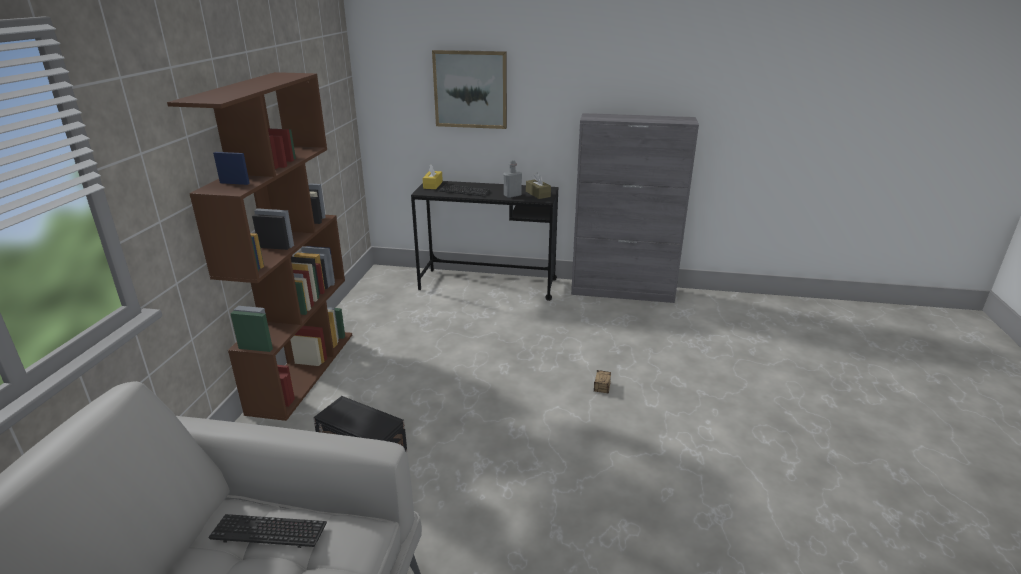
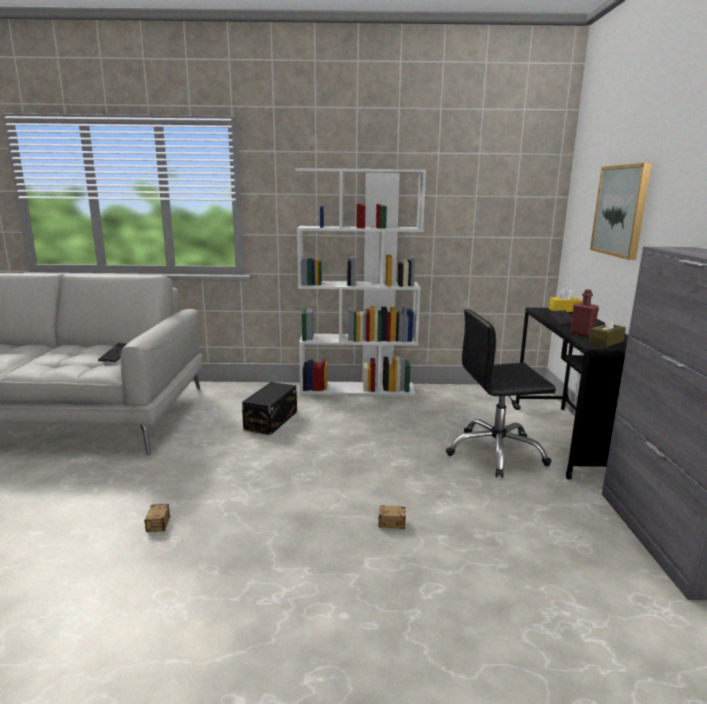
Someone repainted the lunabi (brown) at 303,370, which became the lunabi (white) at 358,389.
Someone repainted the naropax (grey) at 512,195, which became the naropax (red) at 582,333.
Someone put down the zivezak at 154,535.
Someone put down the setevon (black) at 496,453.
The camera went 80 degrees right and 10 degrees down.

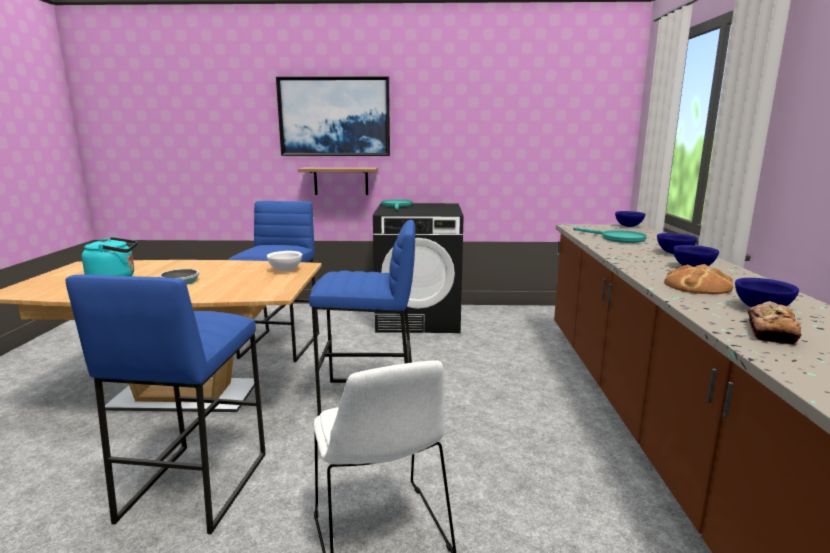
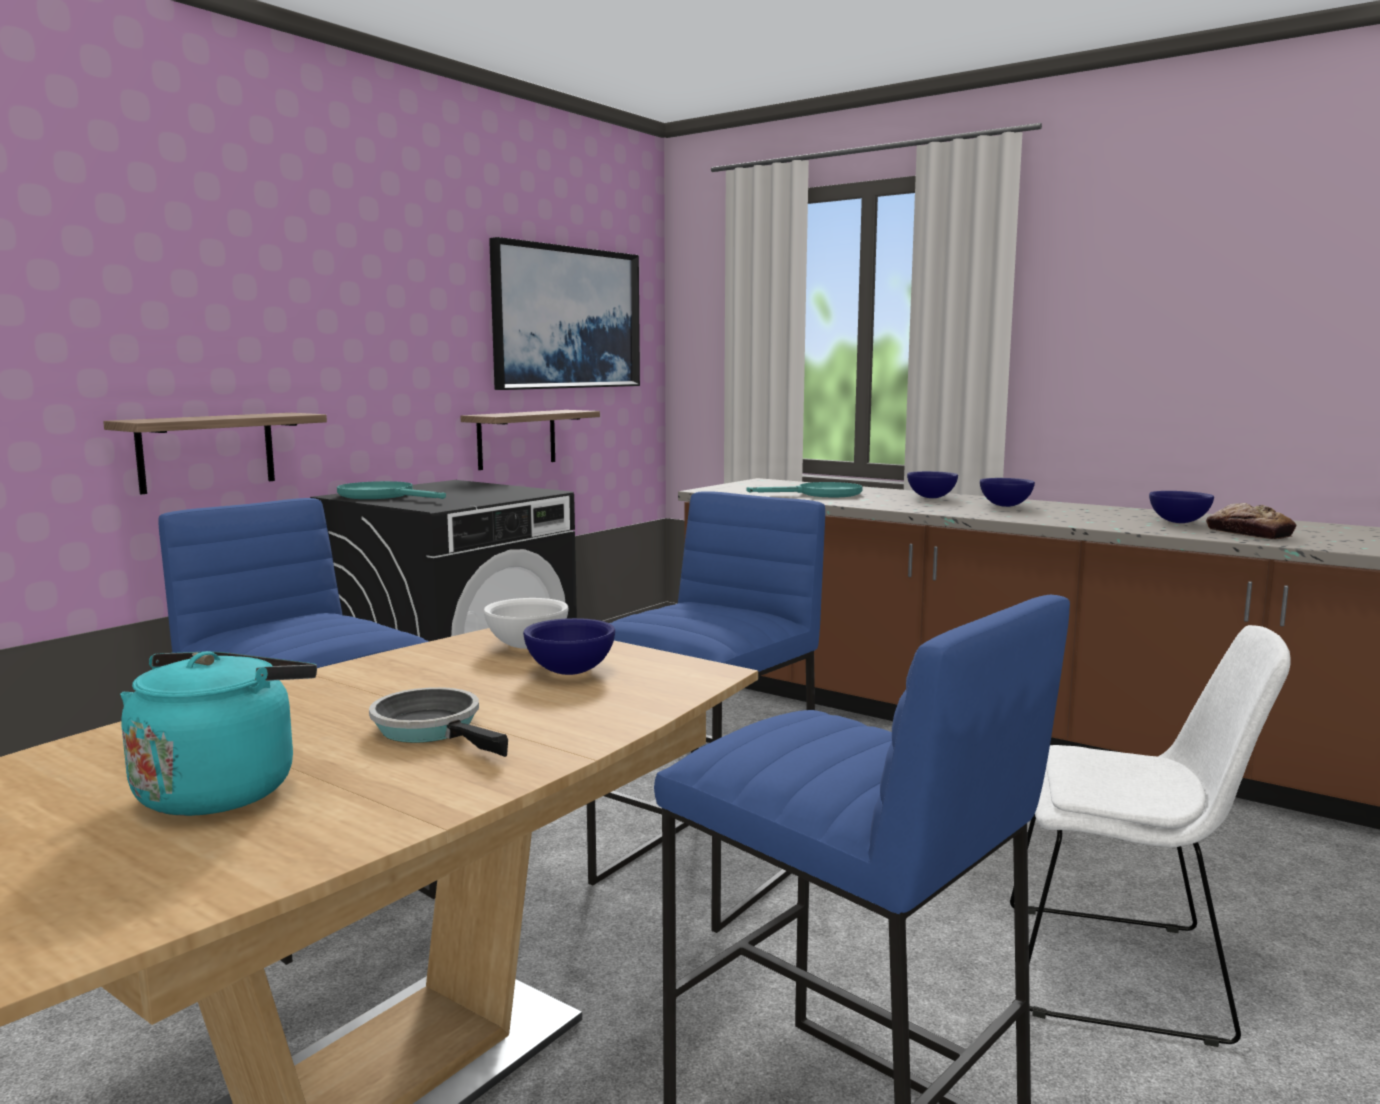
Someone carried the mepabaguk from 334,117 to 566,318.
Someone carried the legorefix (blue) from 628,226 to 569,671.
Someone took away the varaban at 697,286.
Someone put up the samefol at 516,439.
The camera went 55 degrees left and 5 degrees down.

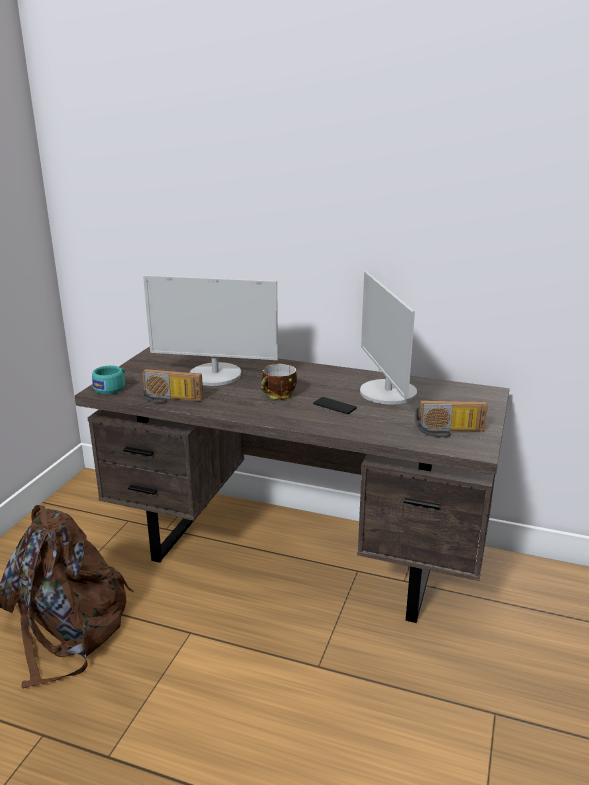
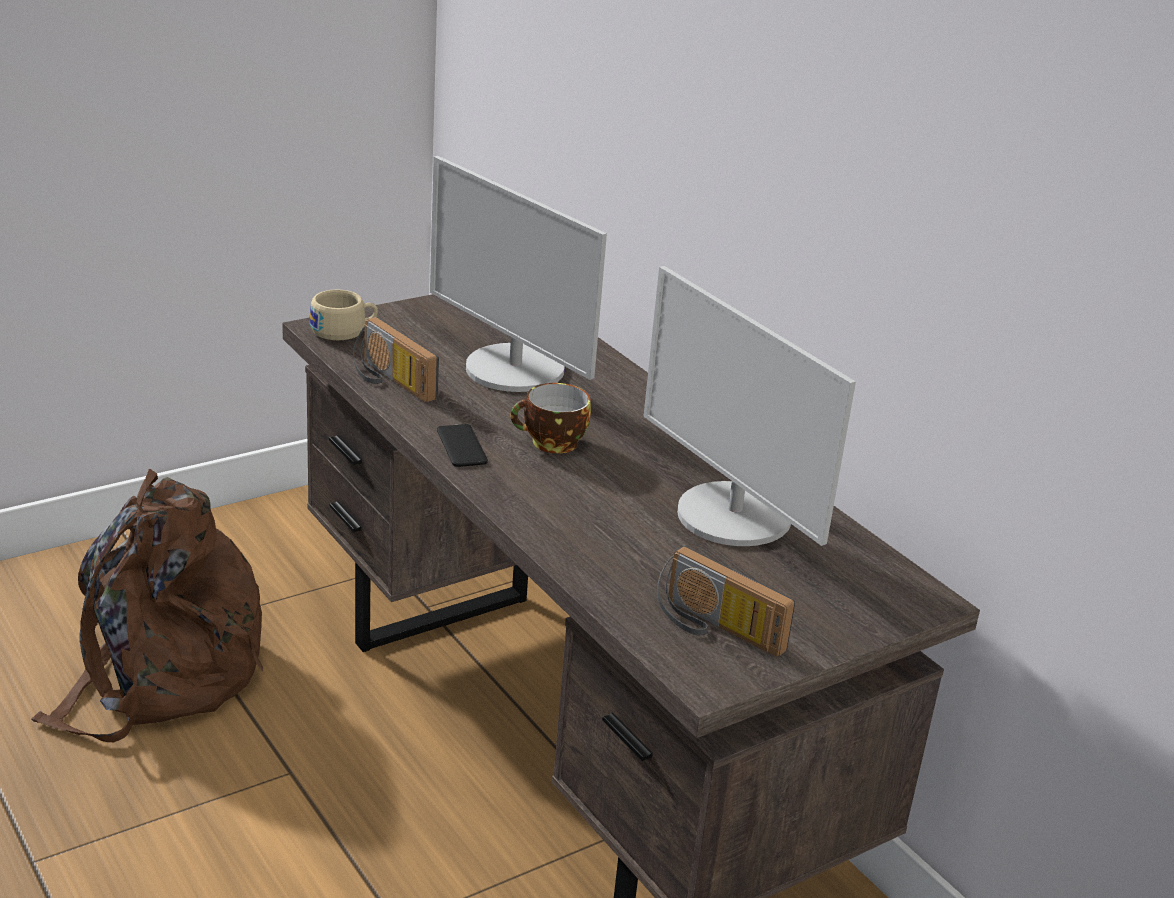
Someone repainted the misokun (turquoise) at 112,388, which became the misokun (beige) at 344,330.
Someone carried the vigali from 334,406 to 461,446.
Someone rotated the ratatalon at 387,393 by 60 degrees counterclockwise.
The camera went 35 degrees right and 5 degrees up.

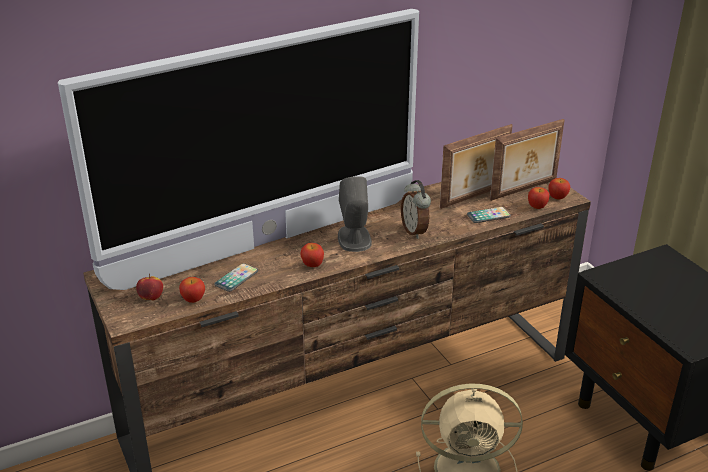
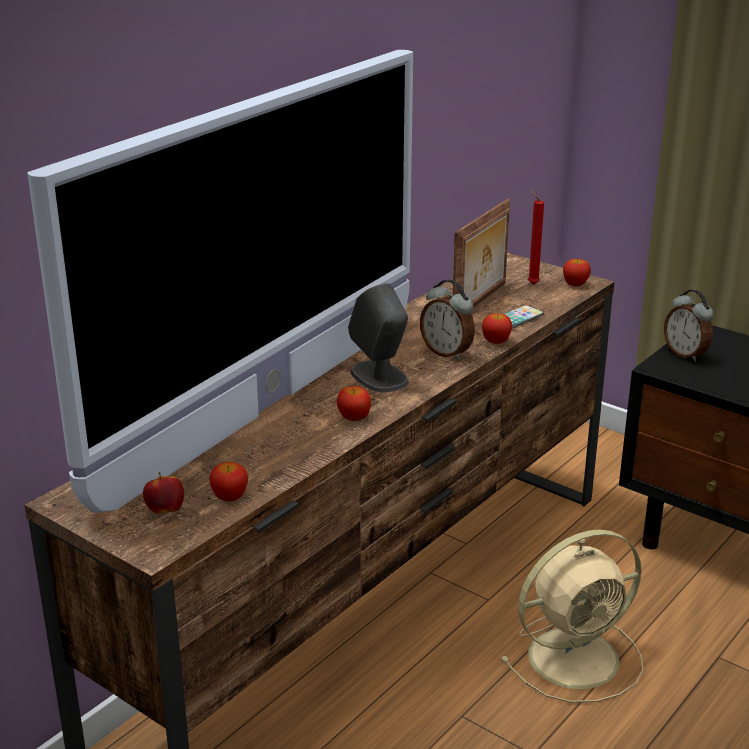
Someone took away the vigali at 236,278.
Someone swapped the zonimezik at 524,190 for the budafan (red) at 531,284.
Someone carried the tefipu from 537,206 to 496,341.
Someone put down the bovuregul at 685,354.
The camera went 25 degrees left and 5 degrees down.

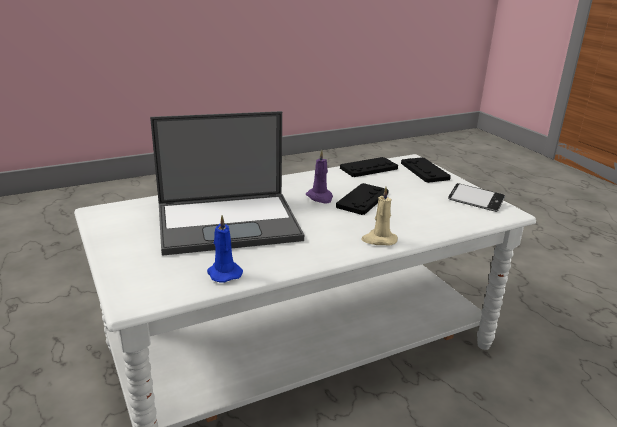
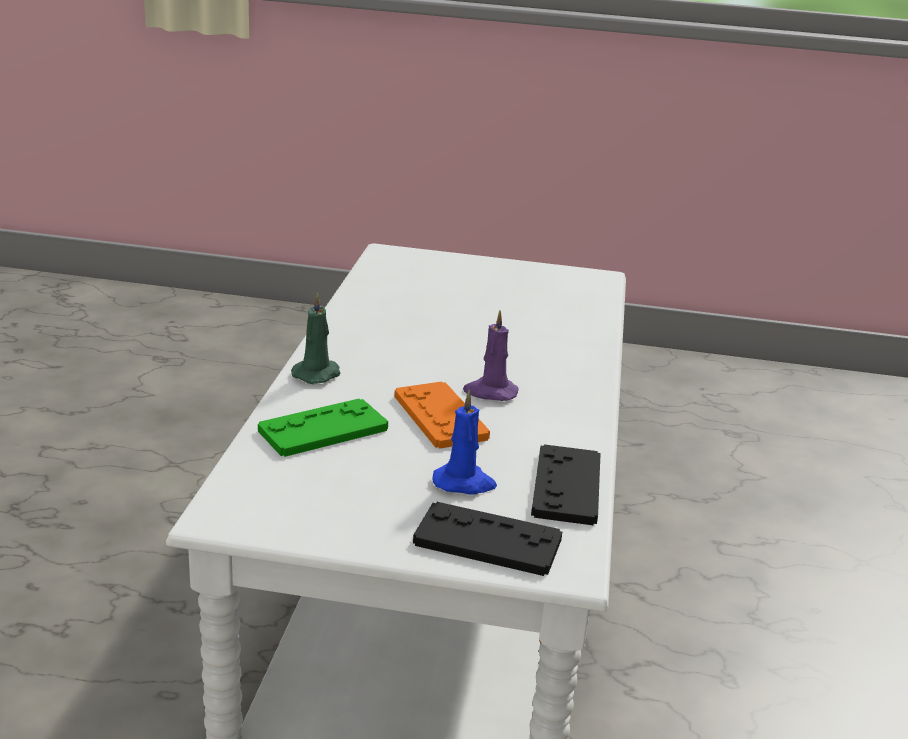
Someone took away the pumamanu at 229,222.
Someone carried the budafan (blue) from 223,273 to 464,483.
Someone repainted the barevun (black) at 362,200, which became the barevun (orange) at 440,417.
Someone repainted the budafan (beige) at 379,240, which became the budafan (green) at 318,374.
Someone took away the vigali at 475,201.
Someone put down the barevun (green) at 323,430.
The camera went 125 degrees right and 0 degrees up.

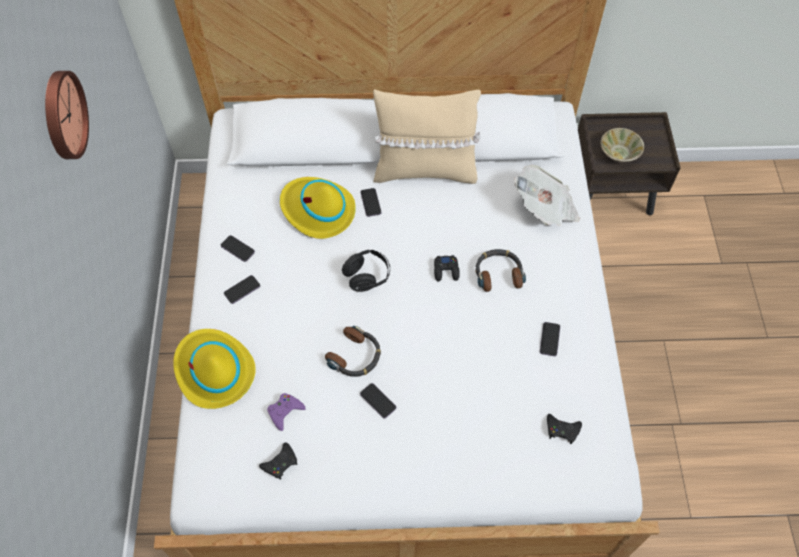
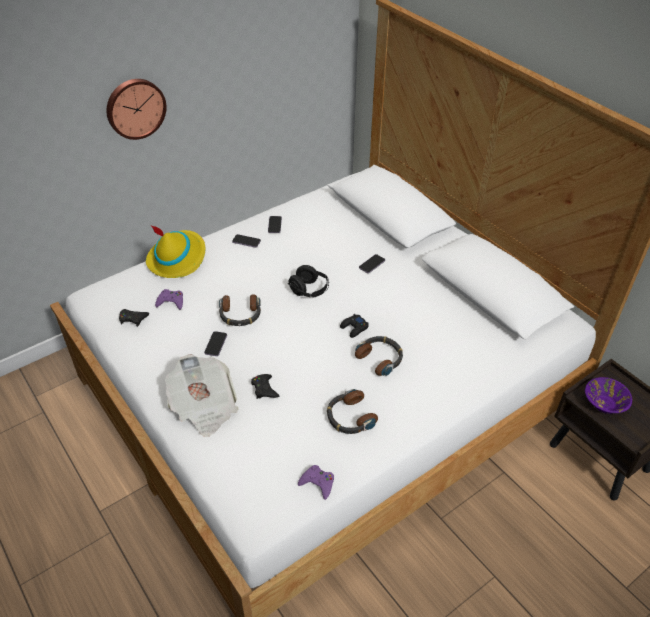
Someone carried the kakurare from 62,115 to 135,108.
Someone took away the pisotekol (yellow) at 317,210.
Someone took away the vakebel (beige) at 425,170.
Someone carried the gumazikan from 545,208 to 204,407.
Someone swapped the vigali at 549,339 for the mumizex at 349,417.
Someone carried the barevun (black) from 562,430 to 264,389.
Someone repainted the legorefix (beige) at 618,153, which became the legorefix (purple) at 604,404.
Someone put down the barevun (purple) at 318,483.
The camera went 55 degrees right and 15 degrees down.

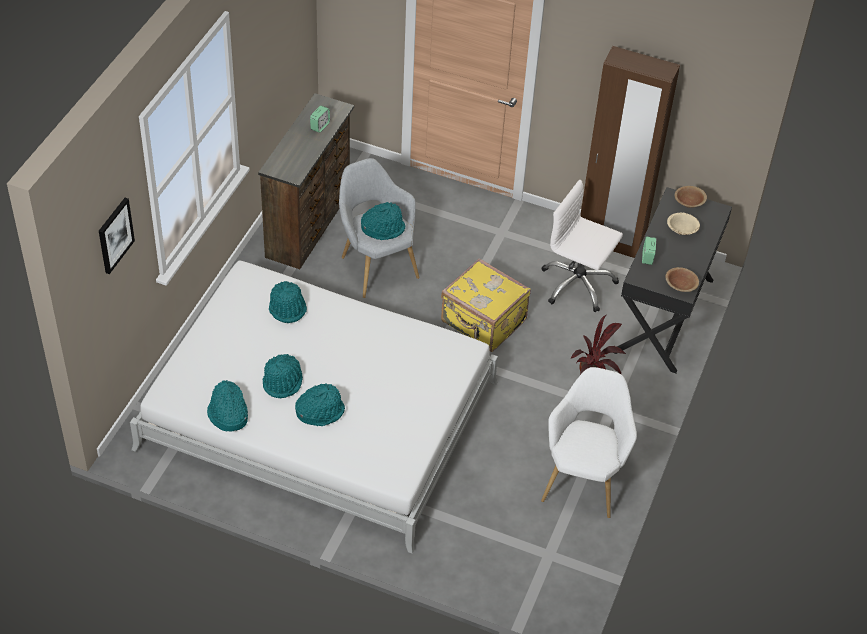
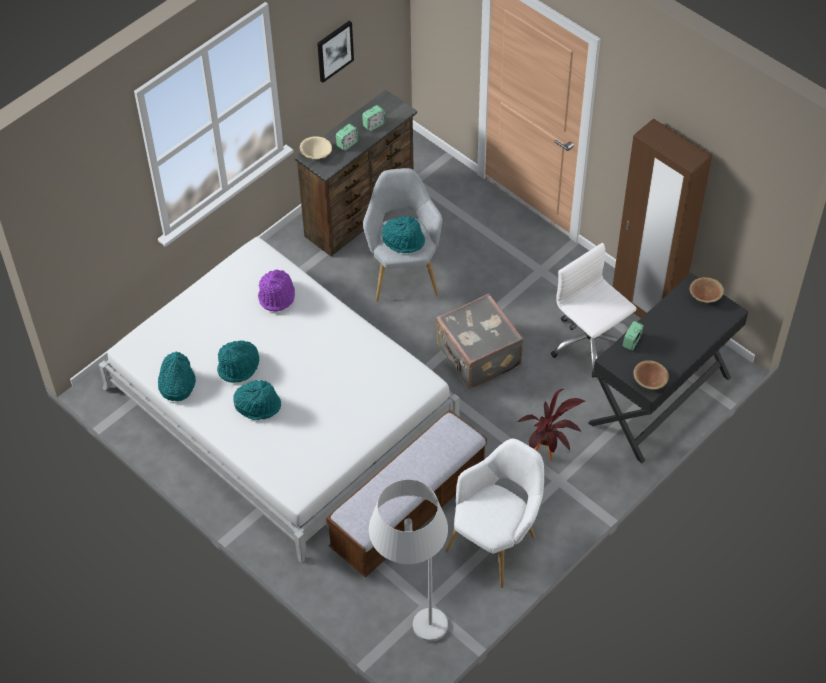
Someone carried the mepabaguk from 115,235 to 334,50.
Someone repainted the pisotekol (turquoise) at 287,308, which became the pisotekol (purple) at 277,296.
Someone repainted the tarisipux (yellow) at 483,322, which became the tarisipux (grey) at 477,357.
Someone carried the legorefix (beige) from 682,230 to 316,154.
Someone put down the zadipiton at 408,510.
Someone put down the bovuregul at 347,144.
Someone put down the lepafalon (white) at 410,622.
The camera went 25 degrees right and 5 degrees up.

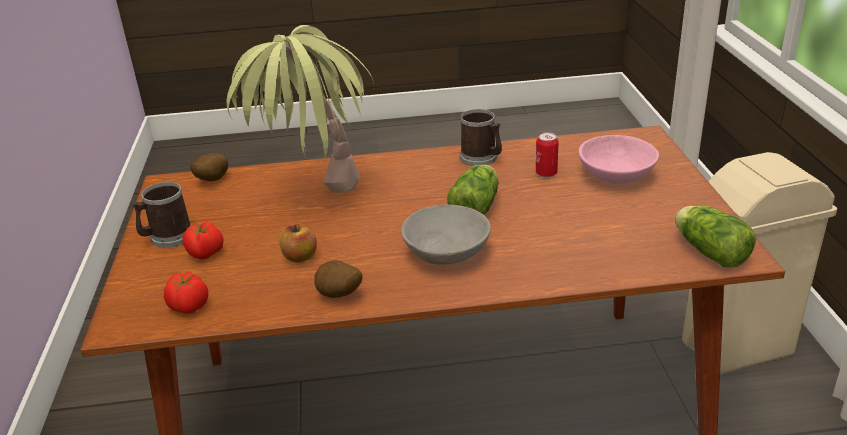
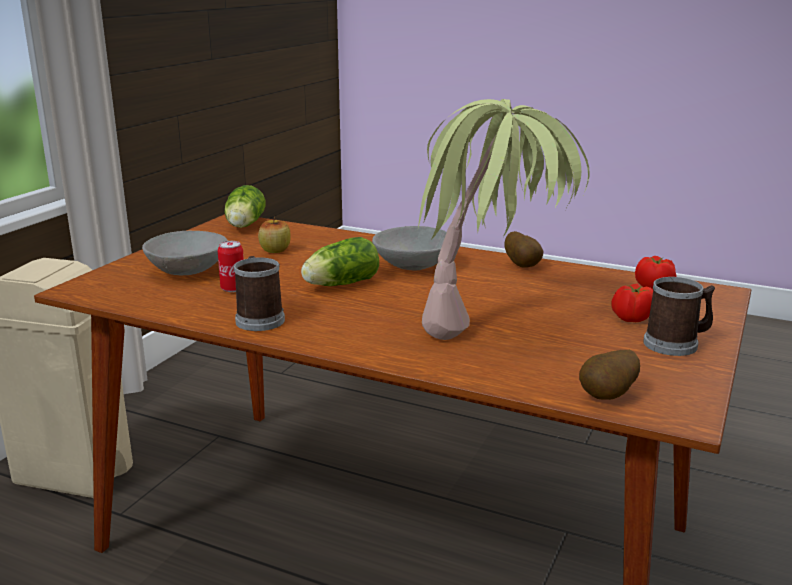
Someone carried the tefipu from 300,257 to 275,250.
Someone repainted the legorefix (pink) at 616,176, which became the legorefix (grey) at 187,270.
The camera went 150 degrees left and 10 degrees down.

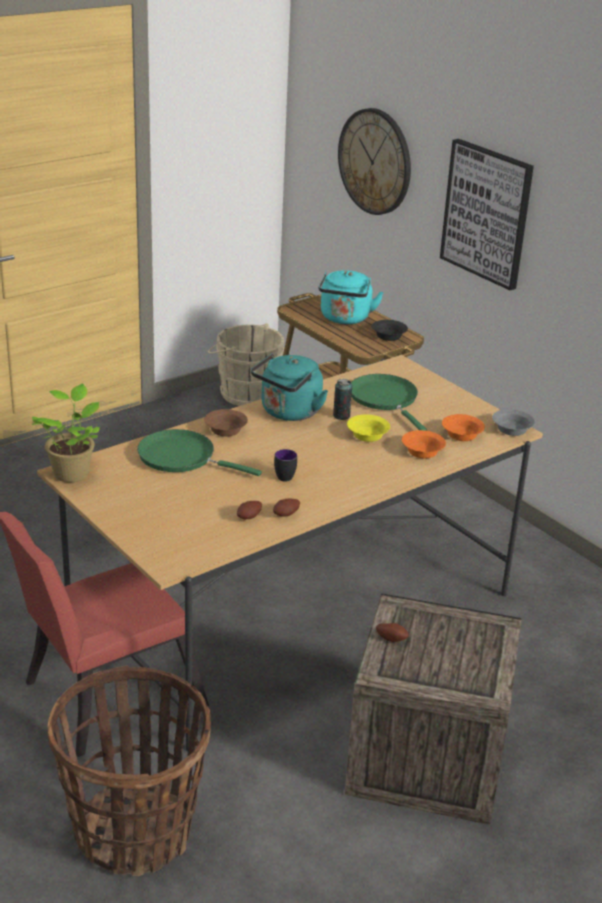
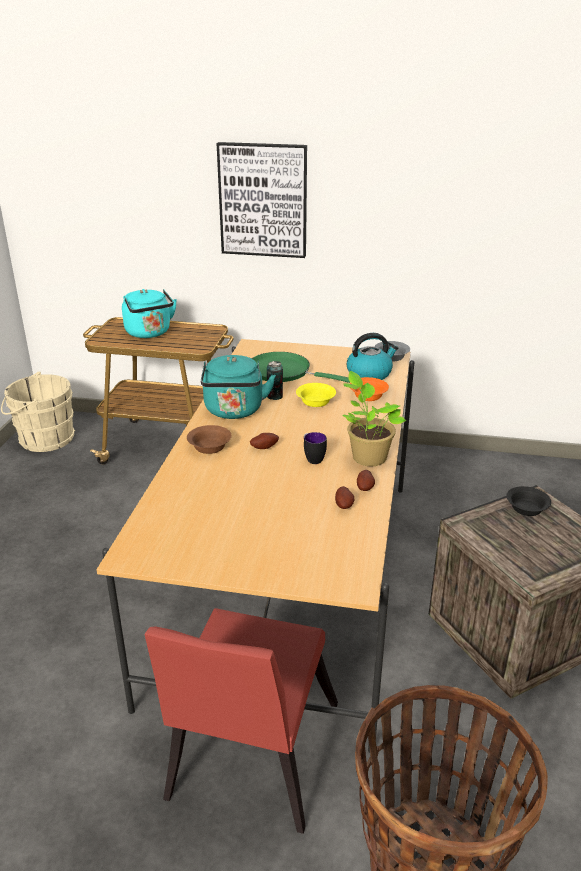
Someone carried the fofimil from 72,472 to 367,456.
Someone took away the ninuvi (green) at 182,457.
Someone took away the kakurare at 375,161.
Someone carried the legorefix (black) from 389,336 to 527,508.
Someone carried the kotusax from 391,638 to 264,447.
Someone swapped the legorefix (orange) at 461,434 for the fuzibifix at 369,373.
The camera went 40 degrees left and 0 degrees up.

